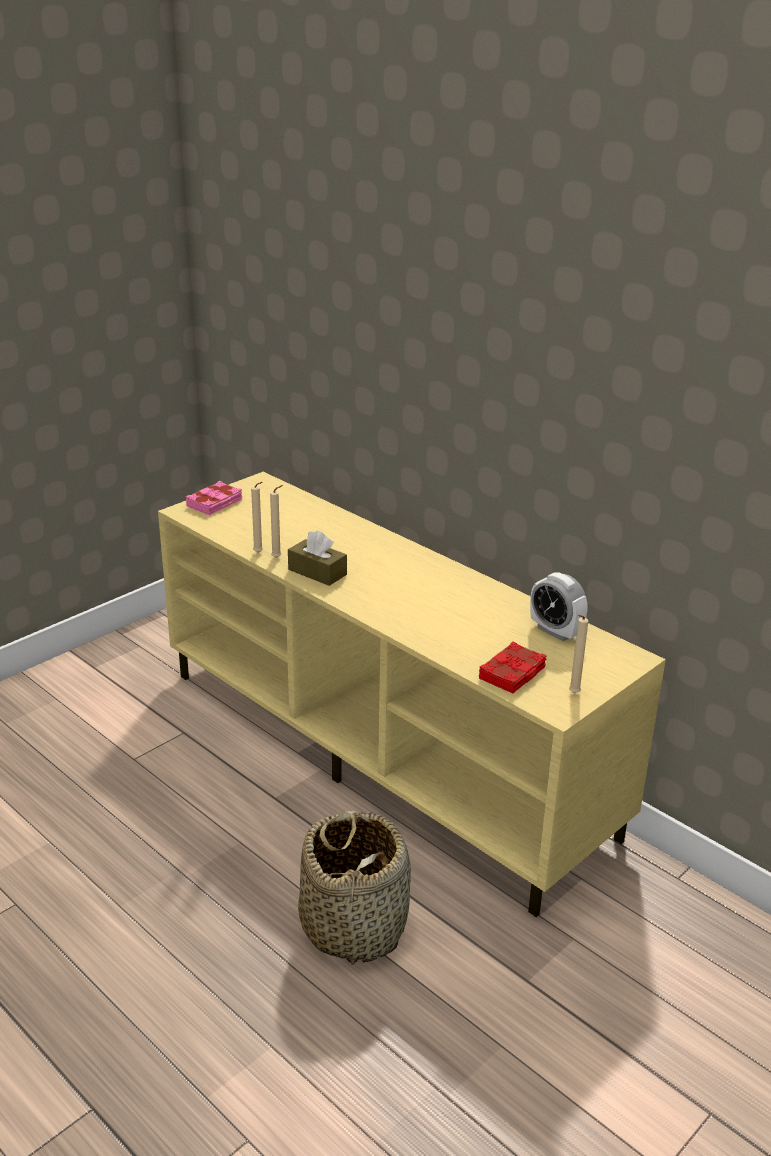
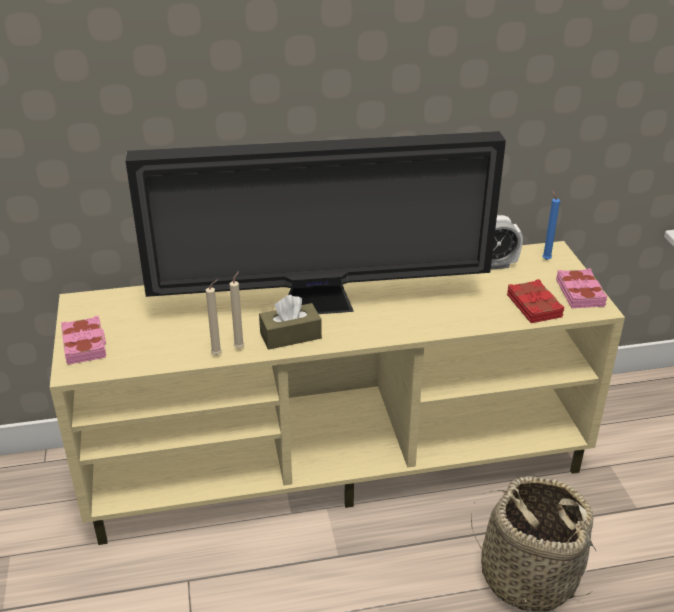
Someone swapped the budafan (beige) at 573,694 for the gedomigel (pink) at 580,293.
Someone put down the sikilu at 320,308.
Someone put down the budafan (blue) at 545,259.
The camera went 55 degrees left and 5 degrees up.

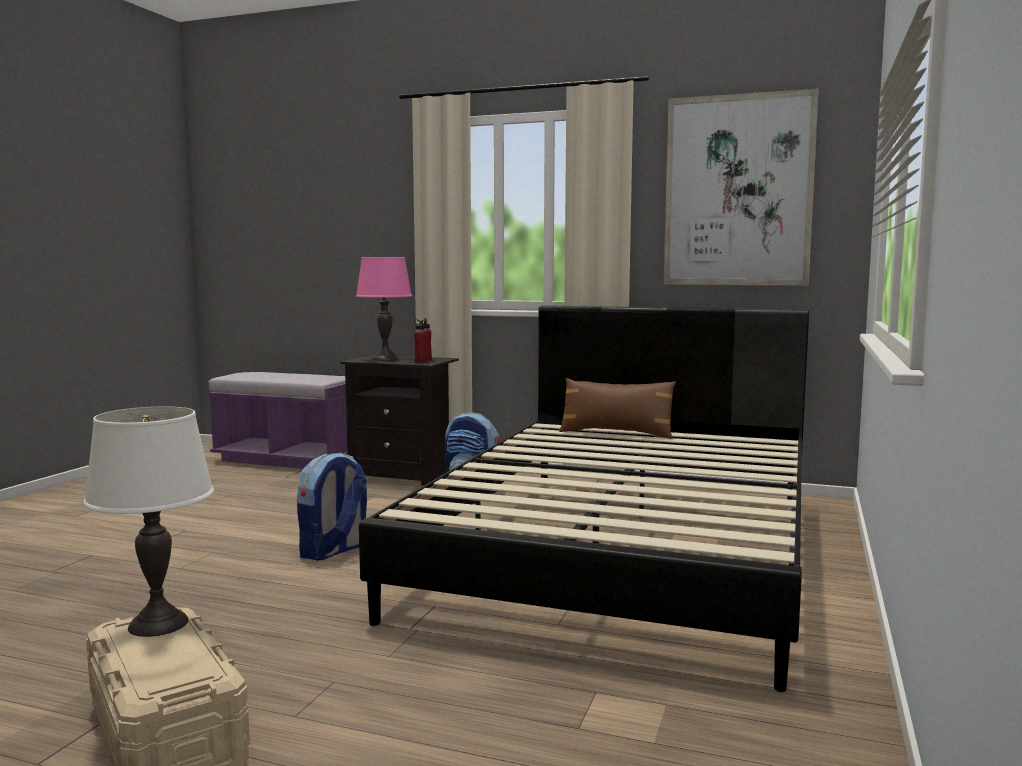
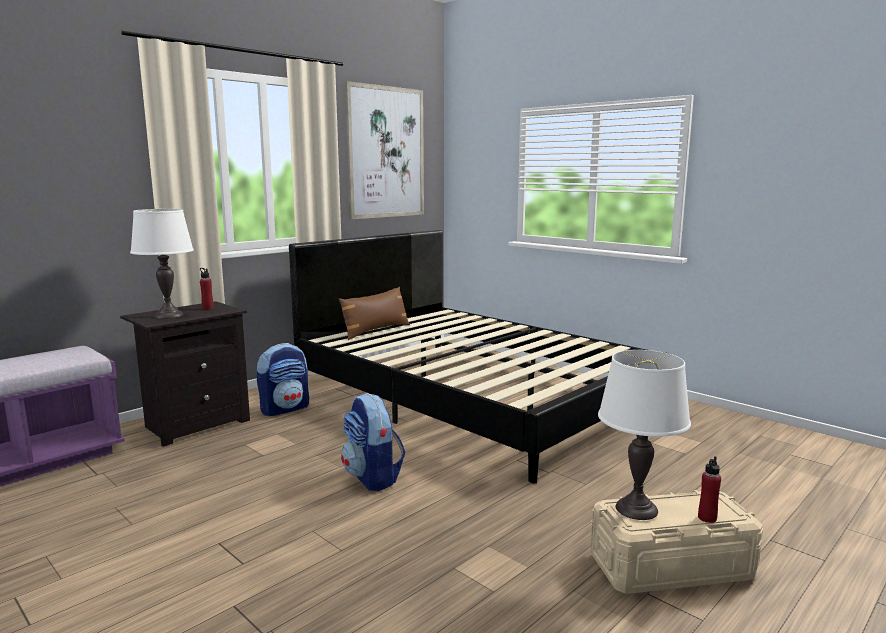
Someone repainted the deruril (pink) at 385,359, which became the deruril (white) at 169,315.
Someone carried the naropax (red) from 420,362 to 707,518.
The camera went 65 degrees left and 5 degrees up.

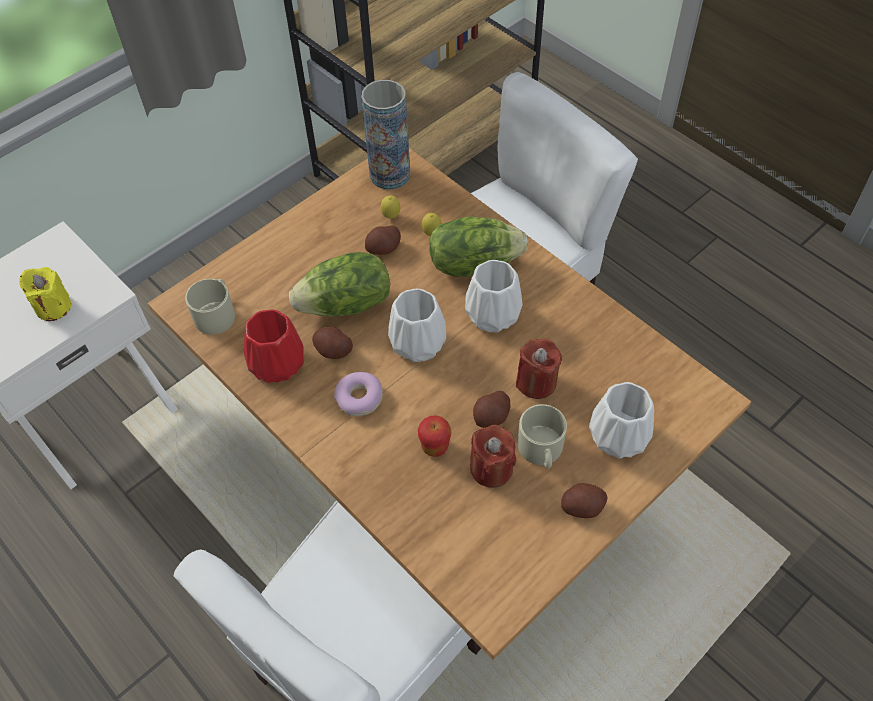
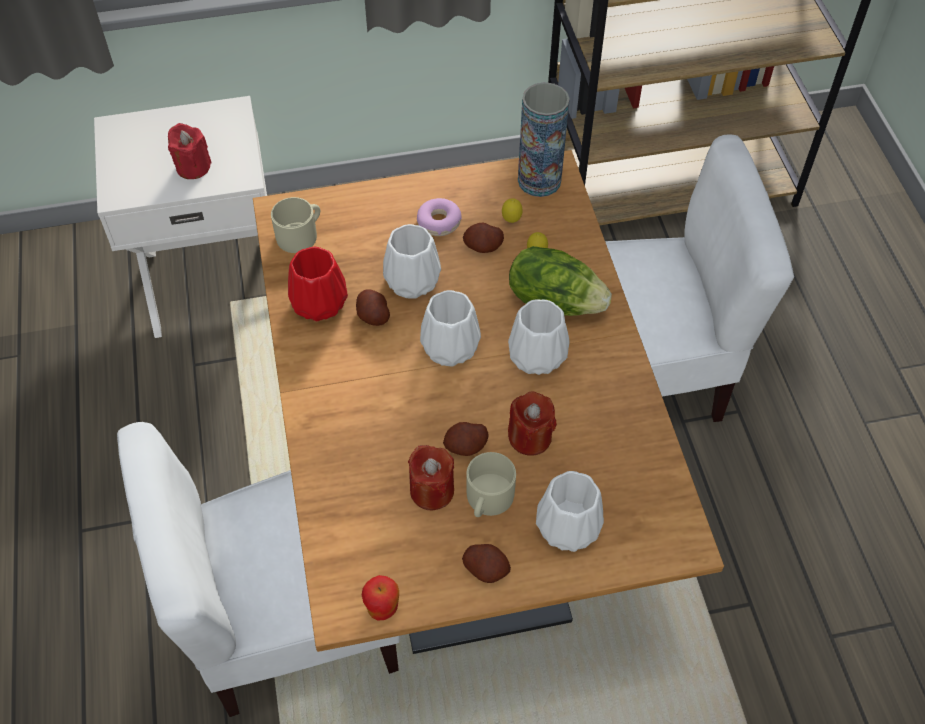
Someone repainted the budafan (yellow) at 53,307, which became the budafan (red) at 193,167.
Someone swapped the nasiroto at 346,305 for the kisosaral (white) at 413,281.
Someone carried the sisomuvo from 359,398 to 439,223.
Someone carried the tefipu from 435,447 to 382,608.
The camera went 30 degrees right and 0 degrees up.

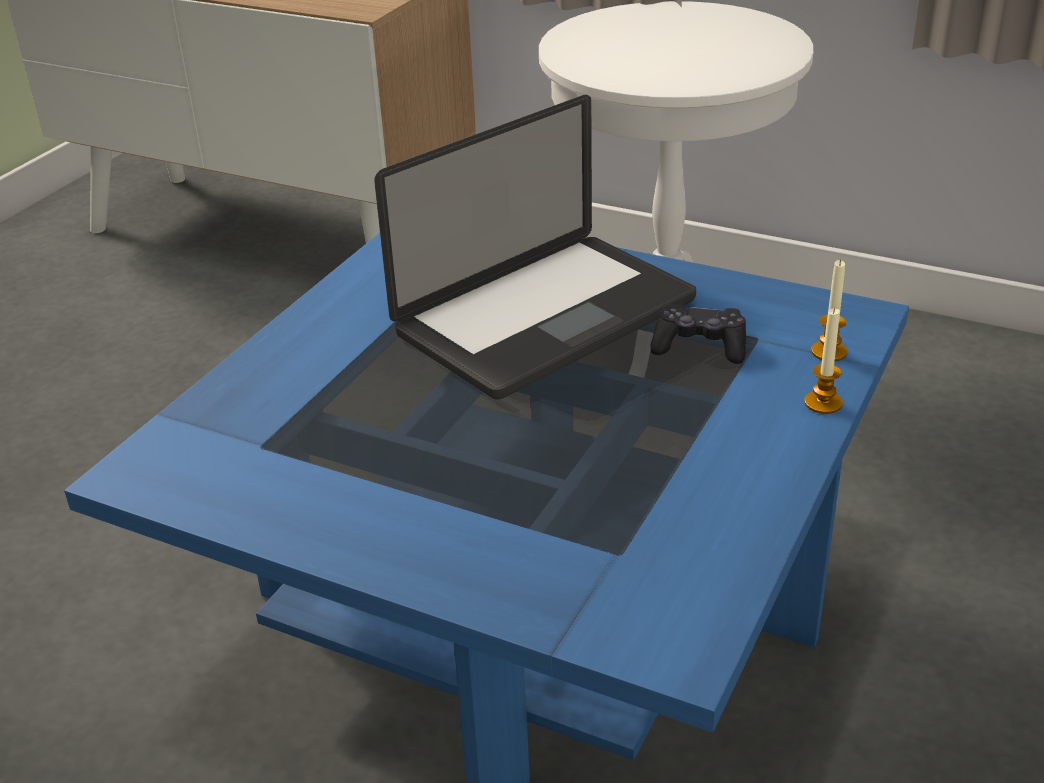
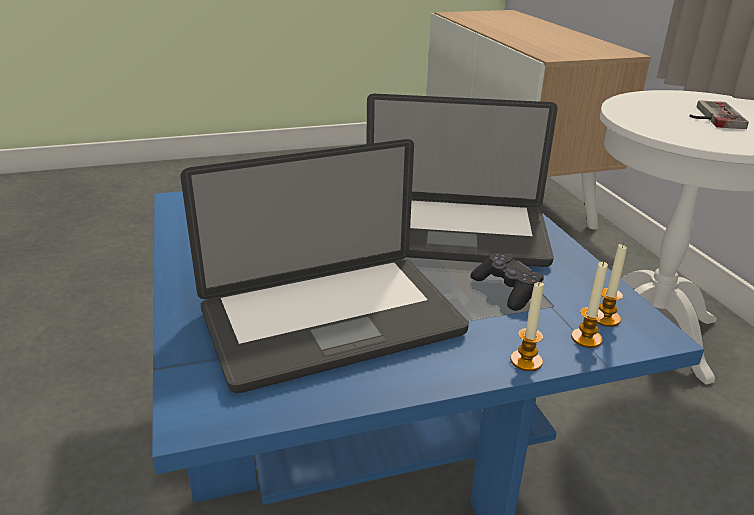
Someone put down the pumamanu at 331,322.
Someone put down the budafan at 605,318.
Someone put down the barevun at 711,117.
The camera went 45 degrees right and 5 degrees down.

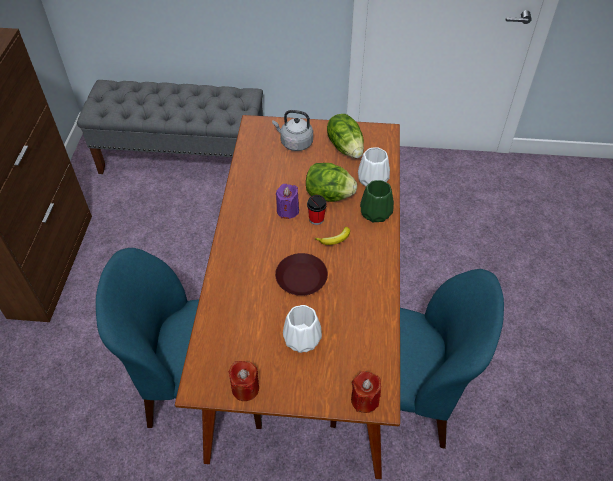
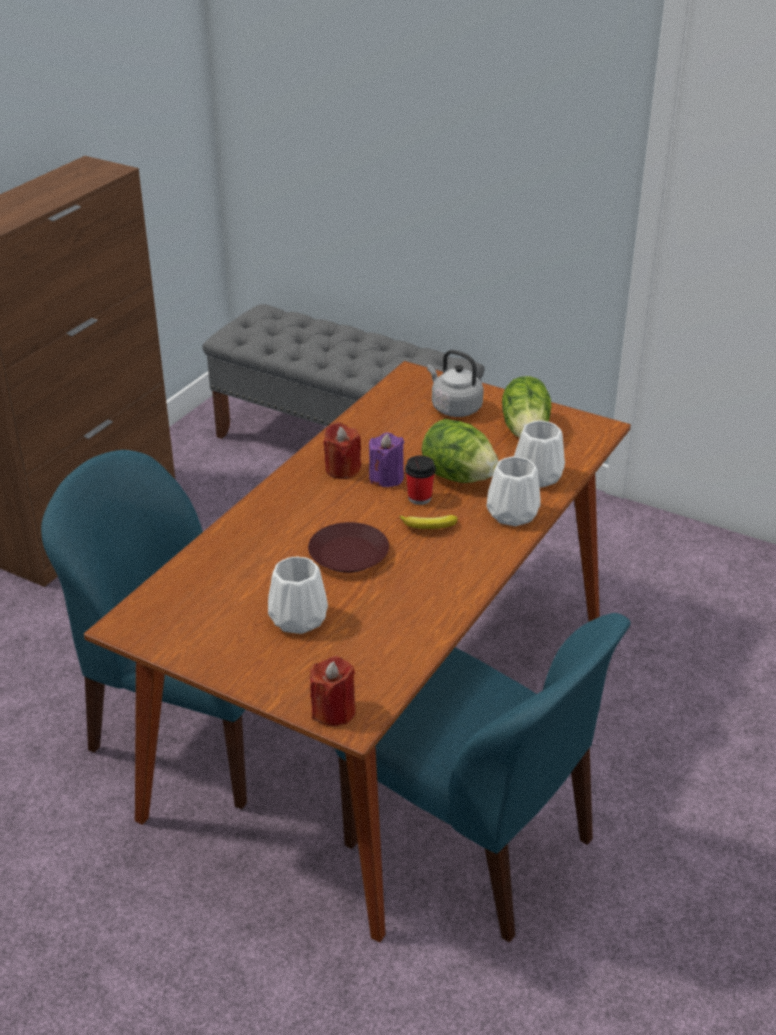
Someone carried the budafan (red) from 245,388 to 342,469.
Someone repainted the kisosaral (green) at 375,213, which became the kisosaral (white) at 511,515.
The camera went 25 degrees right and 15 degrees down.

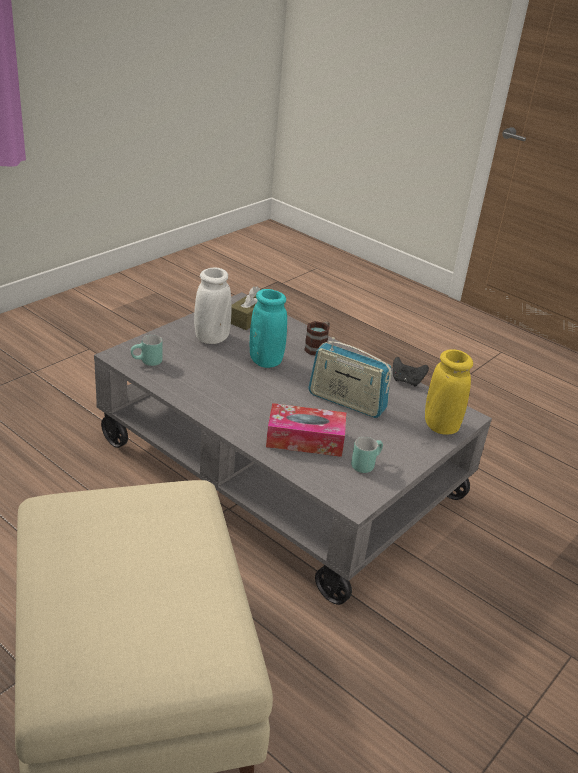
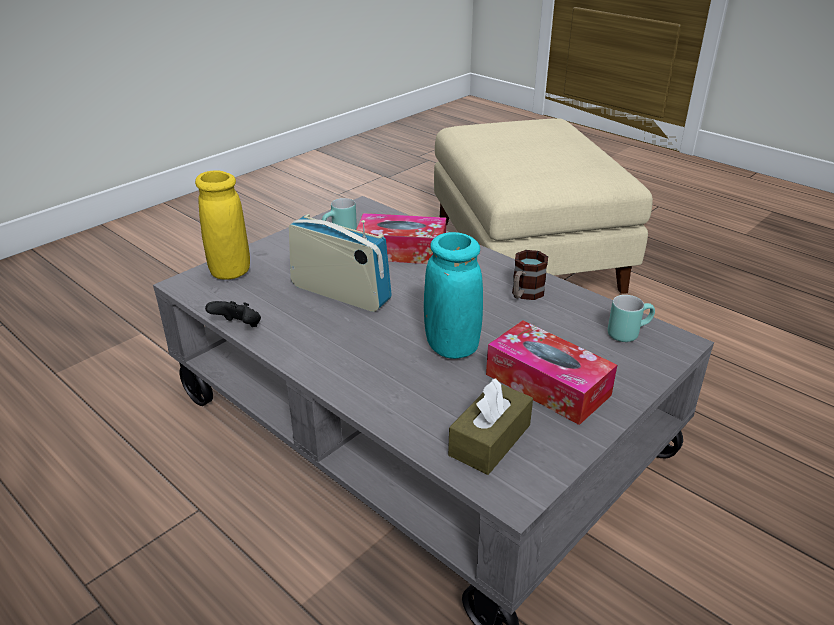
Someone swapped the kisosaral (white) at 212,338 for the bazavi at 547,384.
Someone carried the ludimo from 318,347 to 524,294.
The camera went 175 degrees left and 0 degrees up.

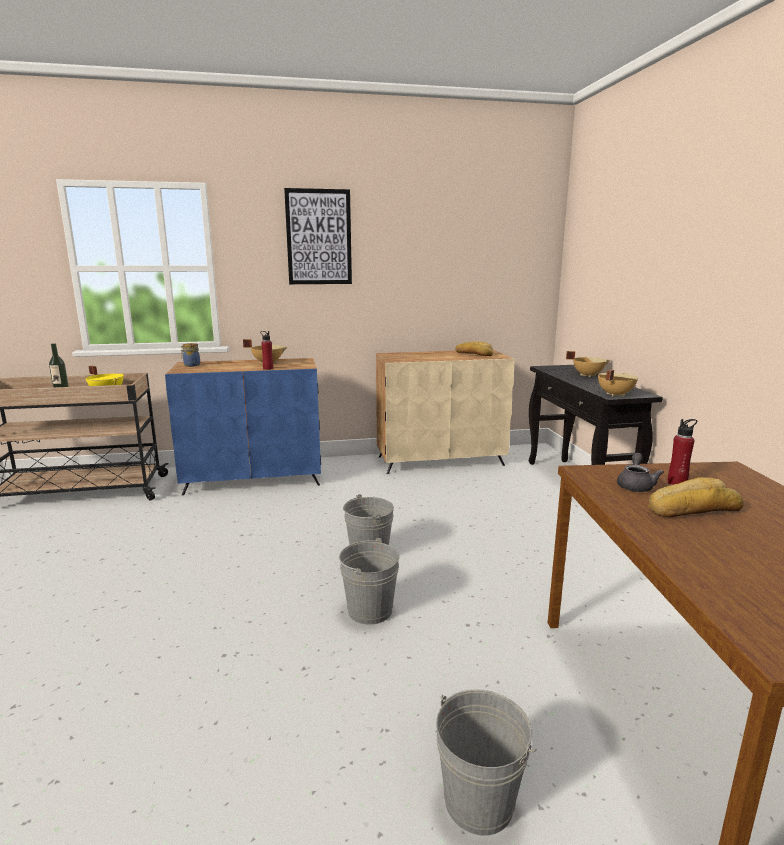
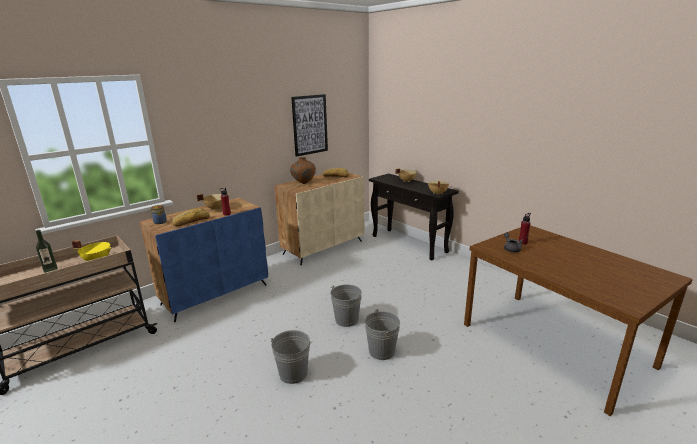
Someone carried the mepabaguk from 319,237 to 310,125.
Someone carried the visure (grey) from 479,801 to 293,373.
Someone carried the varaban from 691,508 to 191,221.
Someone put down the kisosaral (brown) at 303,183.
The camera went 30 degrees left and 5 degrees up.

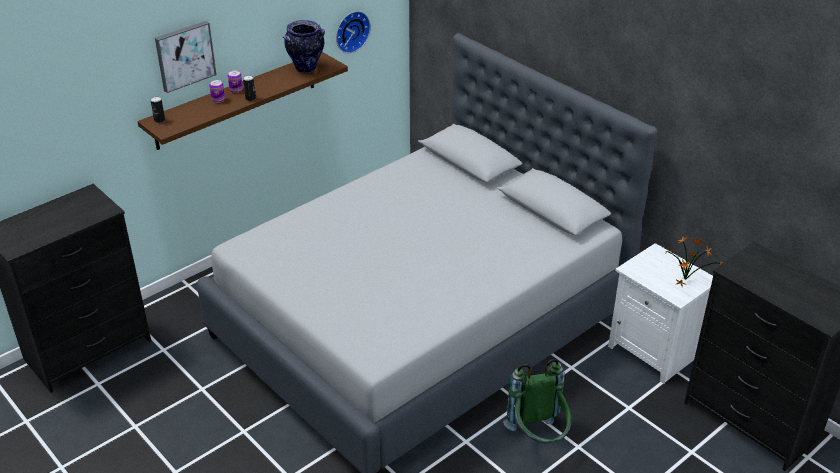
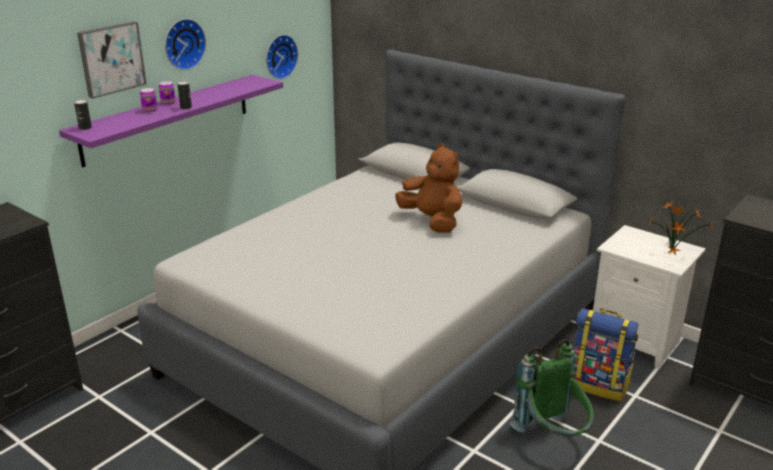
Someone repainted the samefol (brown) at 236,100, which became the samefol (purple) at 168,118.
Someone took away the kisosaral at 306,68.
Someone put up the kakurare at 183,44.
Someone put down the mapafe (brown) at 432,221.
Someone put down the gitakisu at 599,384.
The camera went 10 degrees left and 10 degrees down.

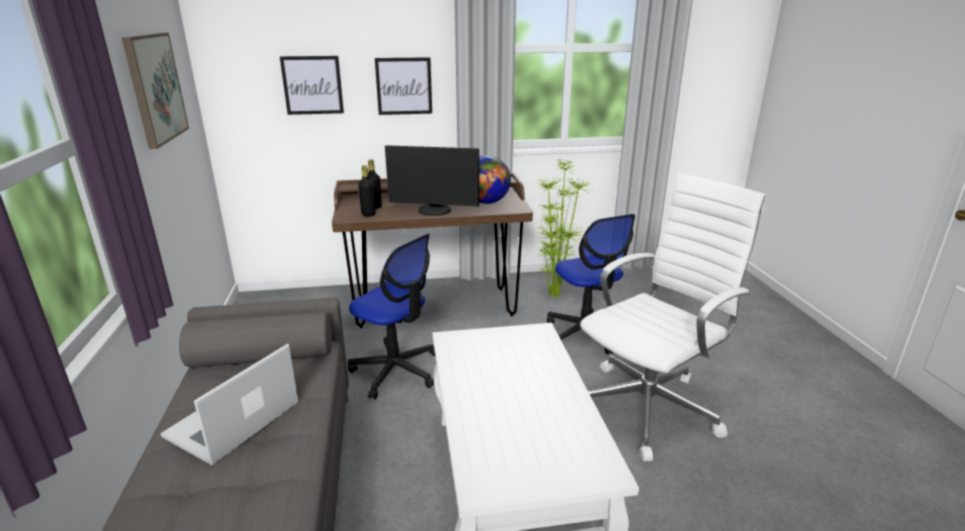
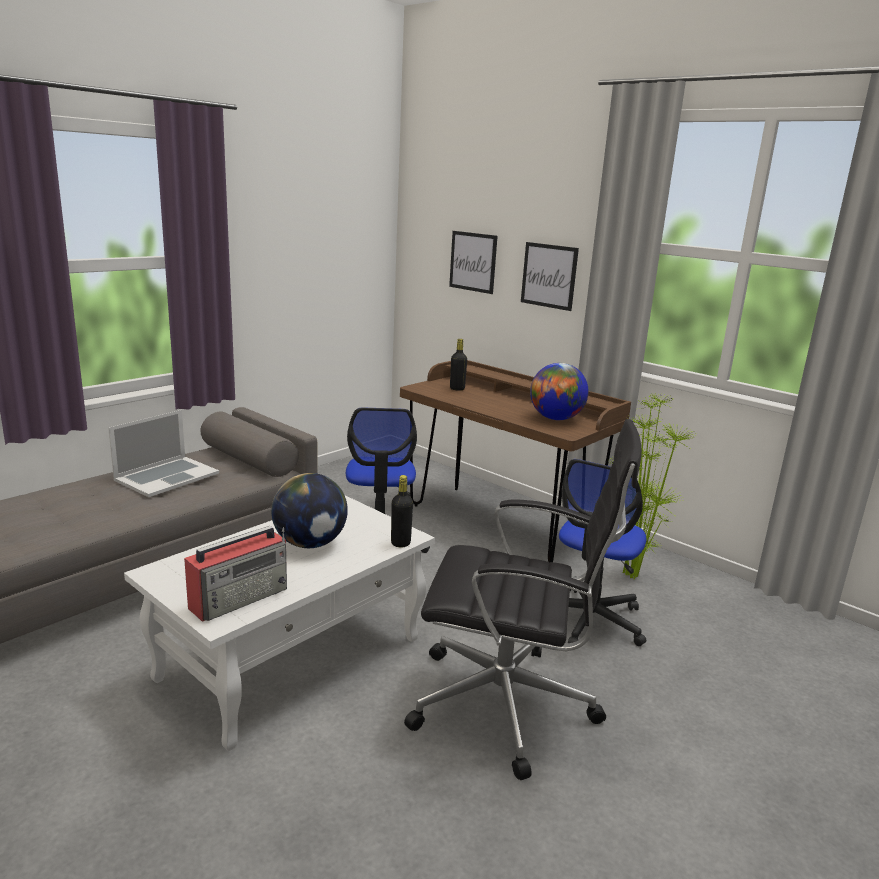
Someone took away the mepabaguk at 155,88.
Someone rotated the pumamanu at 233,419 by 135 degrees clockwise.
Someone carried the naropax (black) from 368,214 to 400,543.
Someone took away the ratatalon at 434,211.
Someone repainted the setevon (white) at 649,407, which became the setevon (black) at 508,705.
Someone put down the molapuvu at 240,598.
Someone put down the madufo at 310,543.
The camera went 50 degrees right and 5 degrees down.

